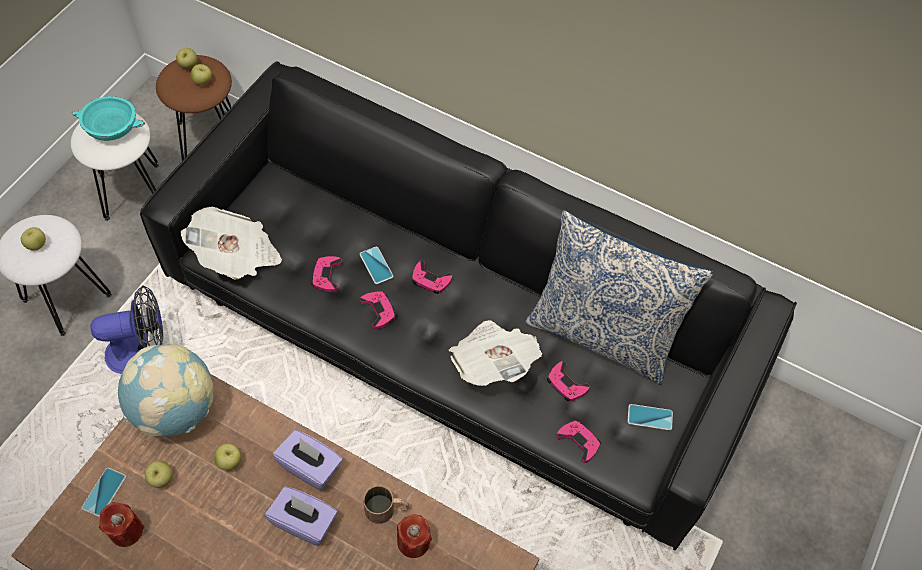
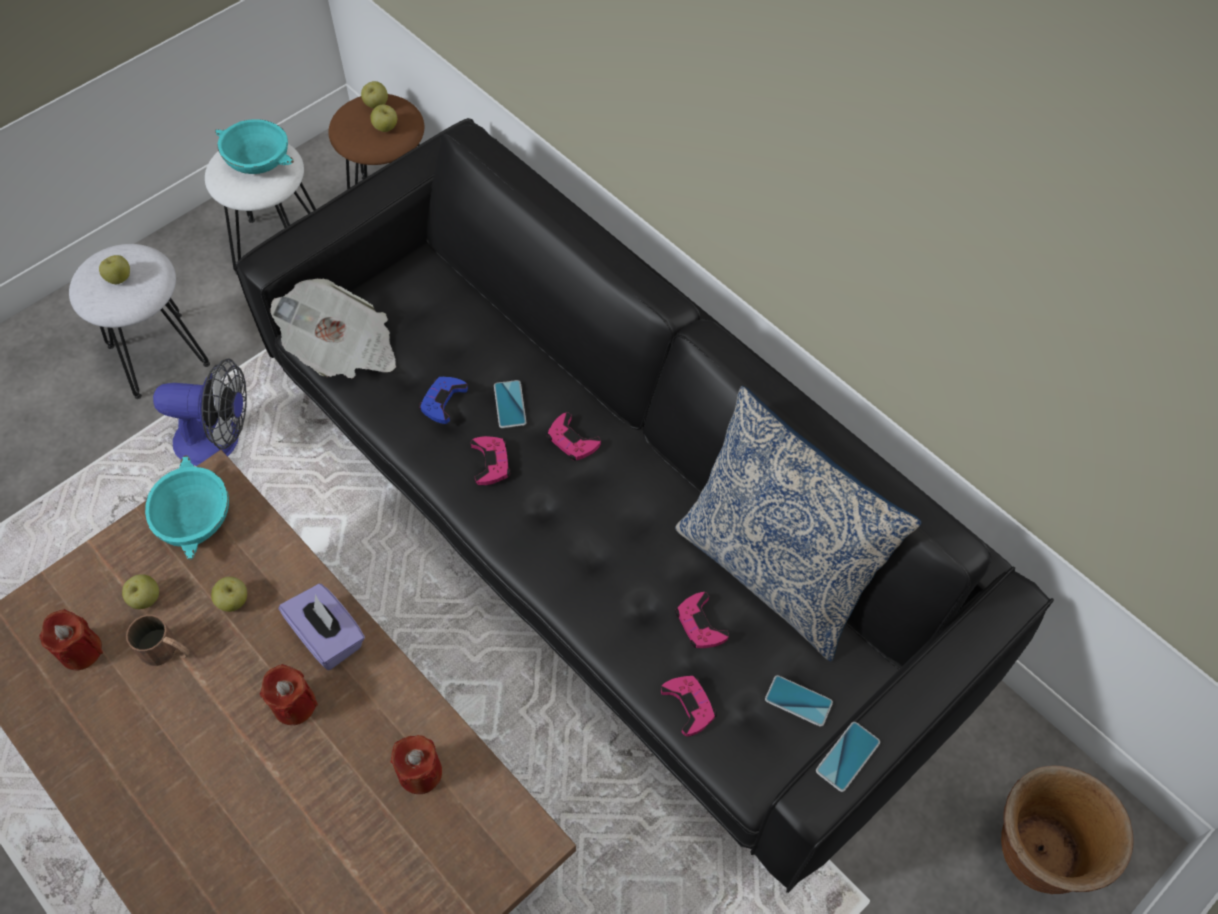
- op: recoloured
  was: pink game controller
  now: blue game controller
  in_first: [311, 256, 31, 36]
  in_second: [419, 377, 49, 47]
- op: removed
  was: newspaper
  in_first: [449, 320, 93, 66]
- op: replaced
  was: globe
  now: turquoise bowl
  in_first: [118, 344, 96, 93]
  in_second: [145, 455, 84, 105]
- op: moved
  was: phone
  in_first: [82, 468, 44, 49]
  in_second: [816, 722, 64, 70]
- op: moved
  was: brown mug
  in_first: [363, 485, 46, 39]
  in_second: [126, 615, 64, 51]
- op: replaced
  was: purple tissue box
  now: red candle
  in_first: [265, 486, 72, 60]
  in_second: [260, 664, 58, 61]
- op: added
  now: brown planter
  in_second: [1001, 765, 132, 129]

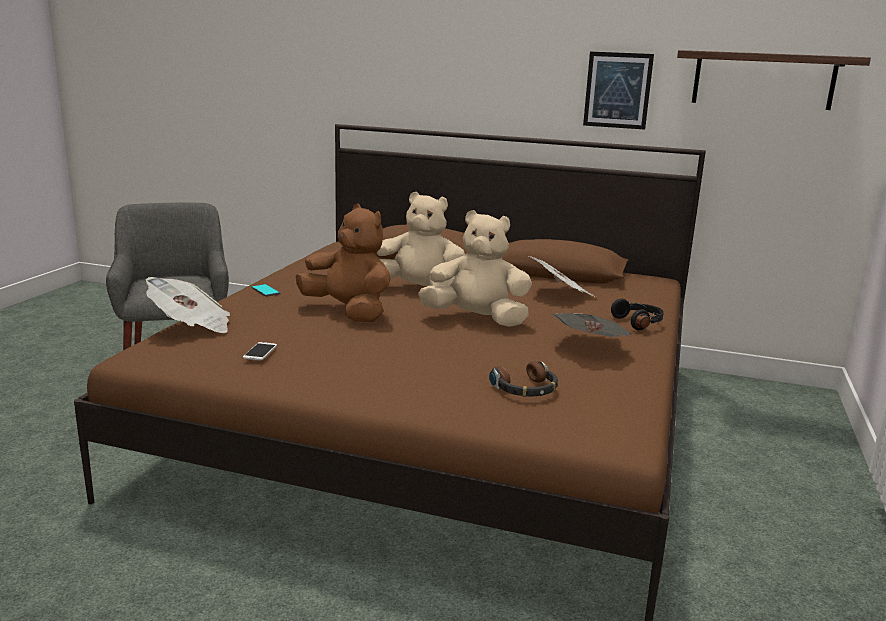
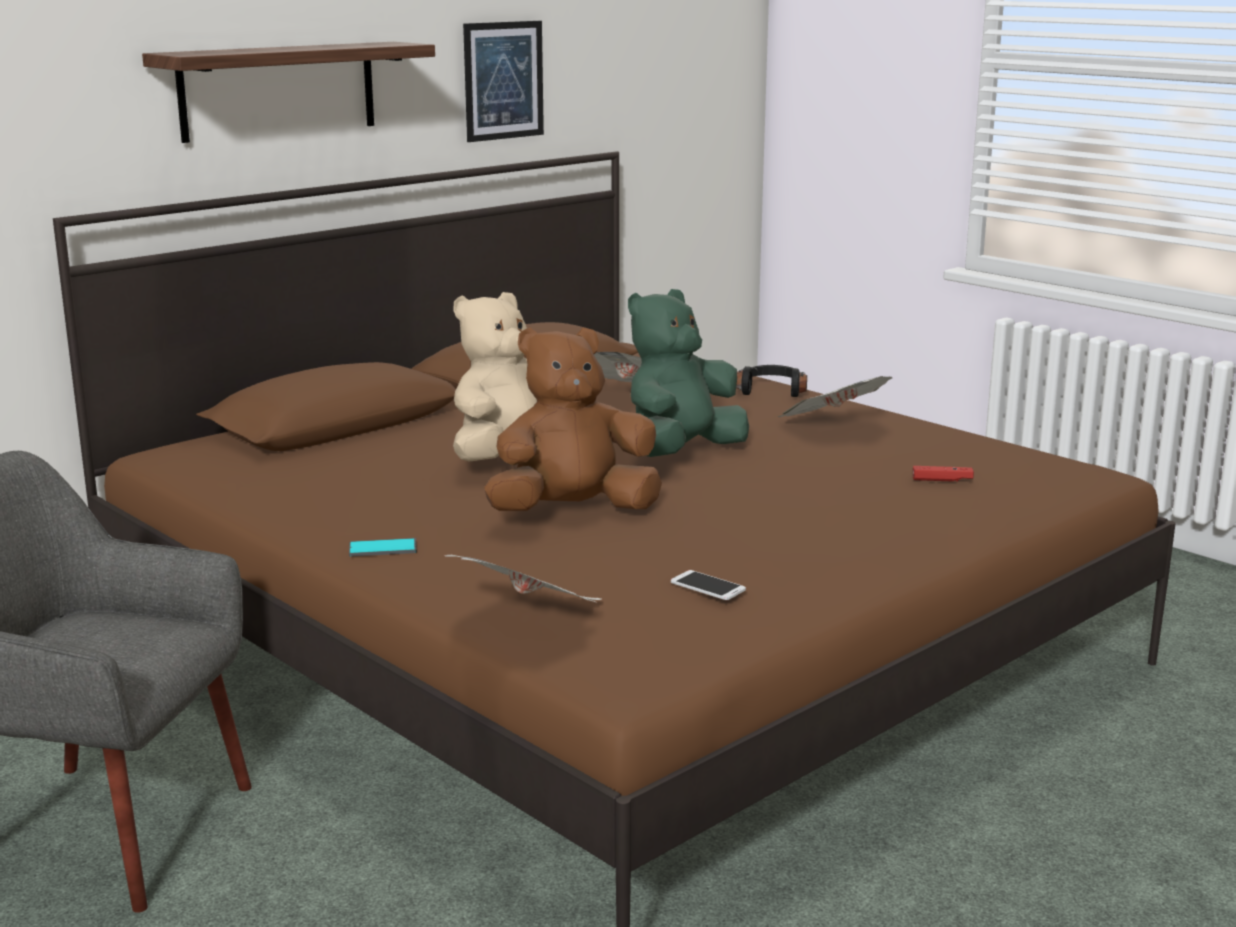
- op: moved
  was: shelf
  in_first: [677, 50, 194, 60]
  in_second: [142, 42, 293, 101]
- op: recoloured
  was: beige plush toy
  now: green plush toy
  in_first: [418, 210, 114, 117]
  in_second: [628, 289, 121, 168]
- op: replaced
  was: headphones
  now: red game controller
  in_first: [489, 361, 69, 36]
  in_second: [913, 466, 61, 16]

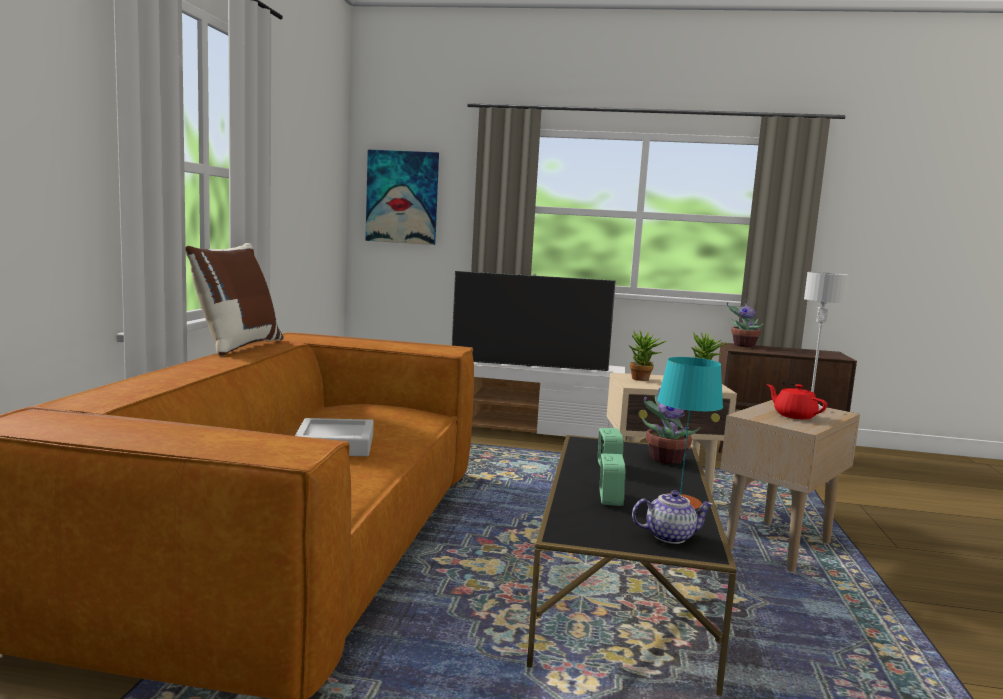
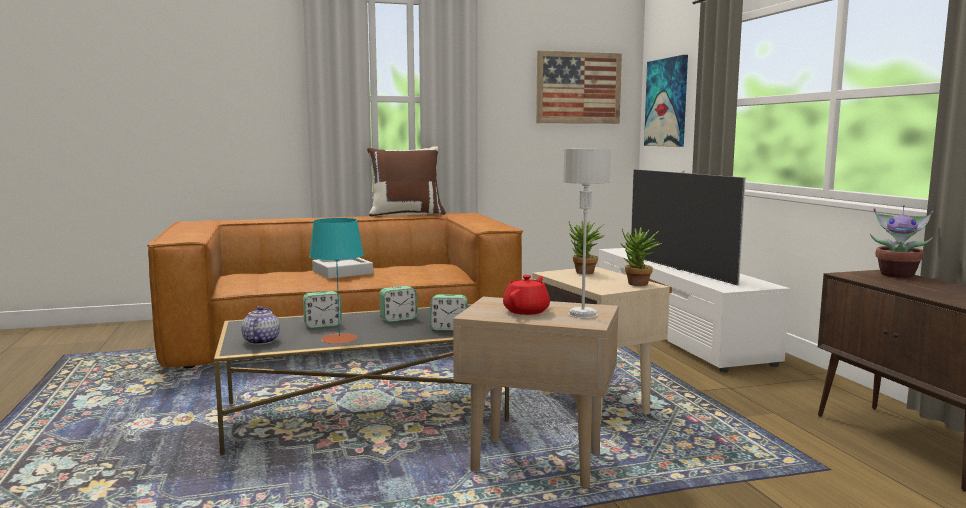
- op: replaced
  was: potted plant
  now: alarm clock
  in_first: [642, 388, 58, 77]
  in_second: [430, 295, 37, 36]
- op: turned
  was: teapot
  in_first: [632, 490, 82, 54]
  in_second: [241, 306, 39, 39]
  clockwise: -150
- op: added
  now: picture
  in_second: [536, 50, 86, 74]

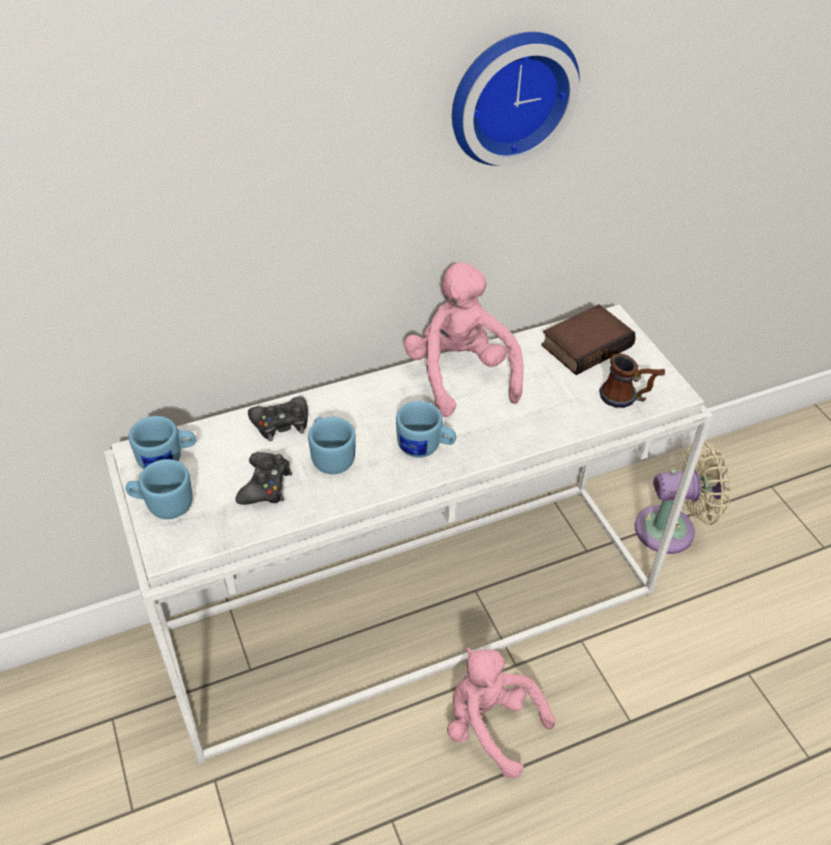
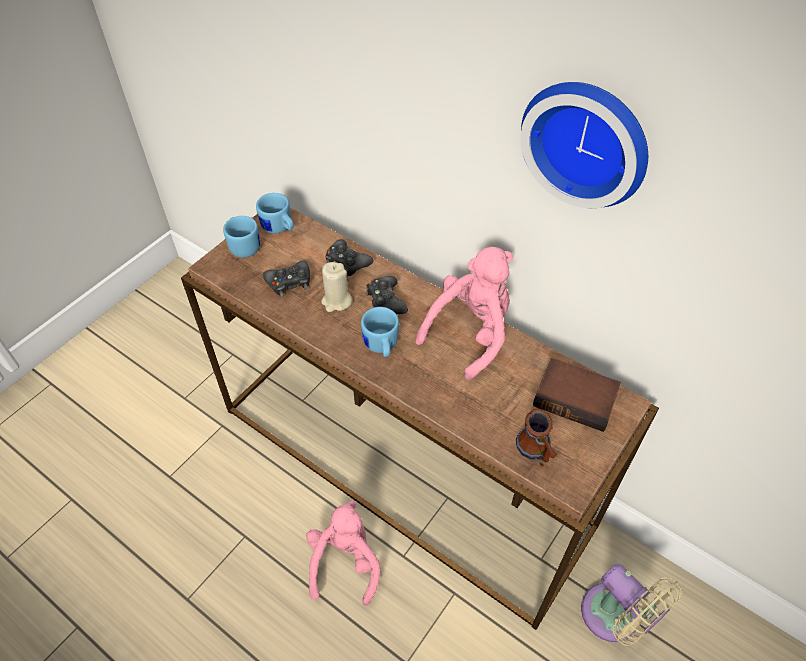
- op: recoloured
  was: white console table
  now: brown console table
  in_first: [104, 305, 609, 459]
  in_second: [181, 207, 478, 423]
- op: replaced
  was: blue mug
  now: beige candle
  in_first: [308, 417, 48, 57]
  in_second: [321, 262, 32, 50]
- op: added
  now: black game controller
  in_second: [366, 276, 42, 38]

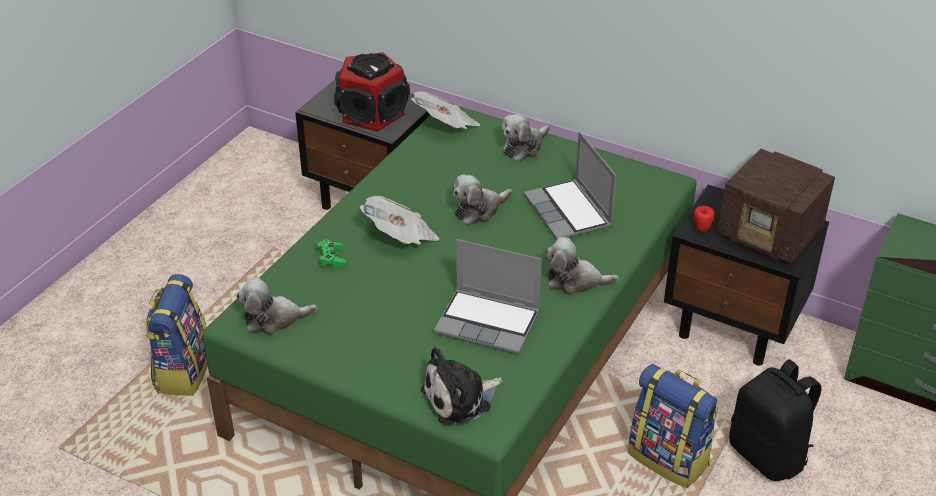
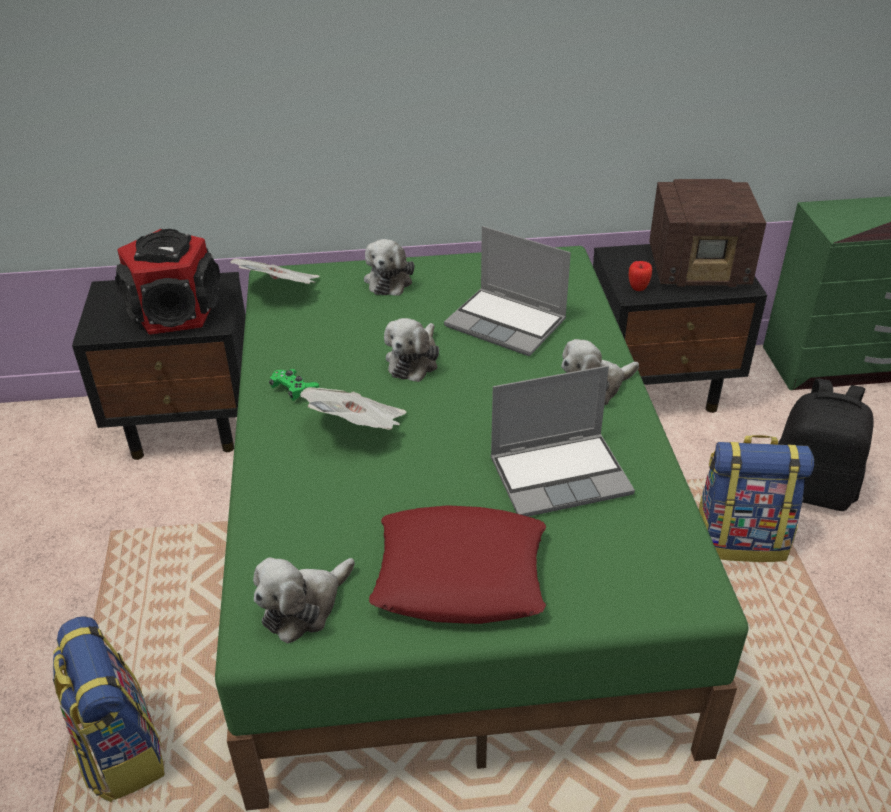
- op: moved
  was: green game controller
  in_first: [316, 239, 31, 29]
  in_second: [269, 369, 50, 32]
- op: removed
  was: plush toy
  in_first: [421, 347, 81, 79]
- op: added
  now: red pillow
  in_second: [369, 505, 177, 119]

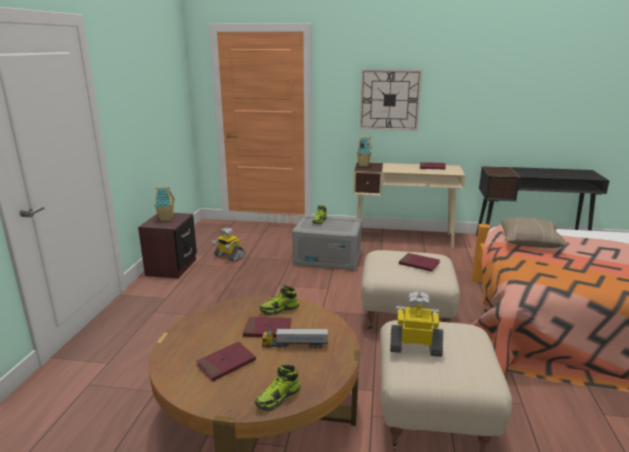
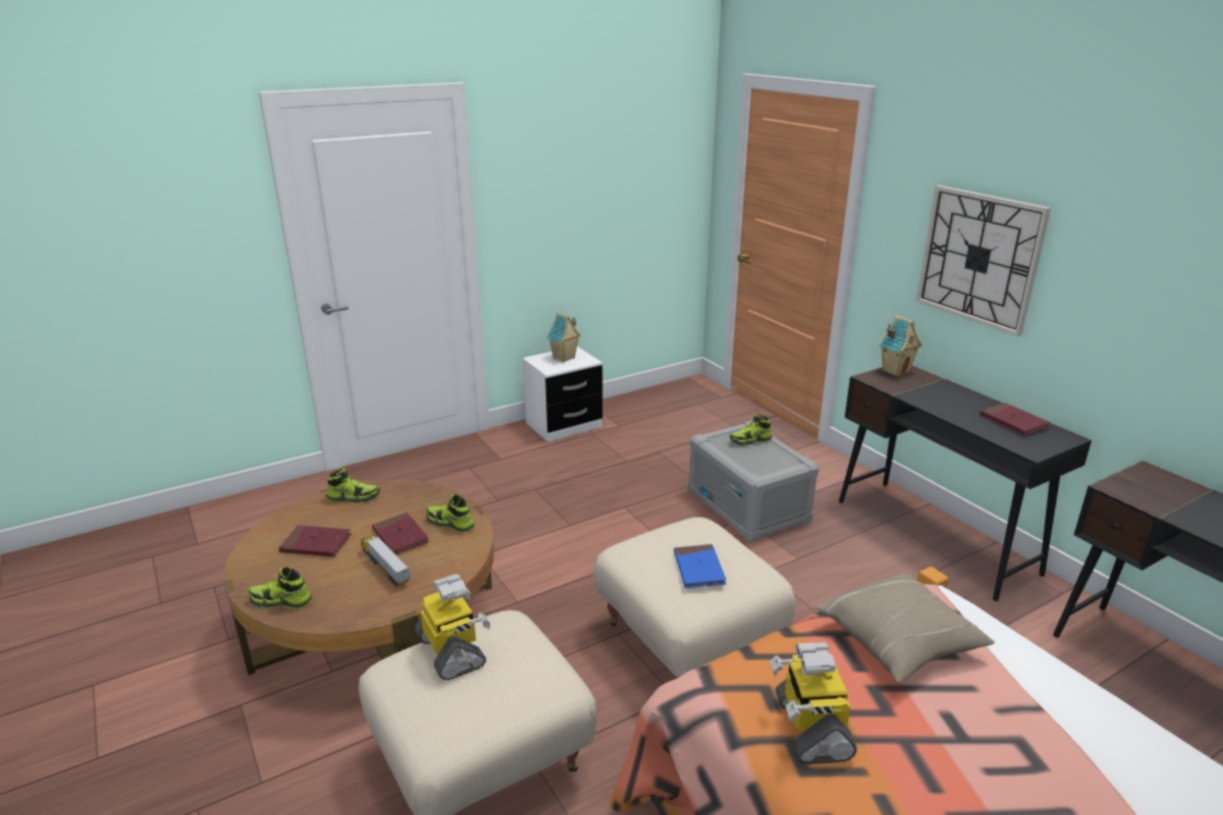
- op: recoloured
  was: beige desk
  now: black desk
  in_first: [353, 162, 112, 86]
  in_second: [839, 365, 253, 236]
- op: recoloured
  was: brown nightstand
  now: white nightstand
  in_first: [138, 213, 59, 65]
  in_second: [522, 346, 81, 96]
- op: moved
  was: toy robot
  in_first: [212, 228, 33, 34]
  in_second: [770, 642, 87, 122]
- op: recoloured
  was: red book
  now: blue book
  in_first: [399, 253, 41, 19]
  in_second: [674, 544, 52, 44]
- op: added
  now: shoe
  in_second: [327, 468, 53, 35]

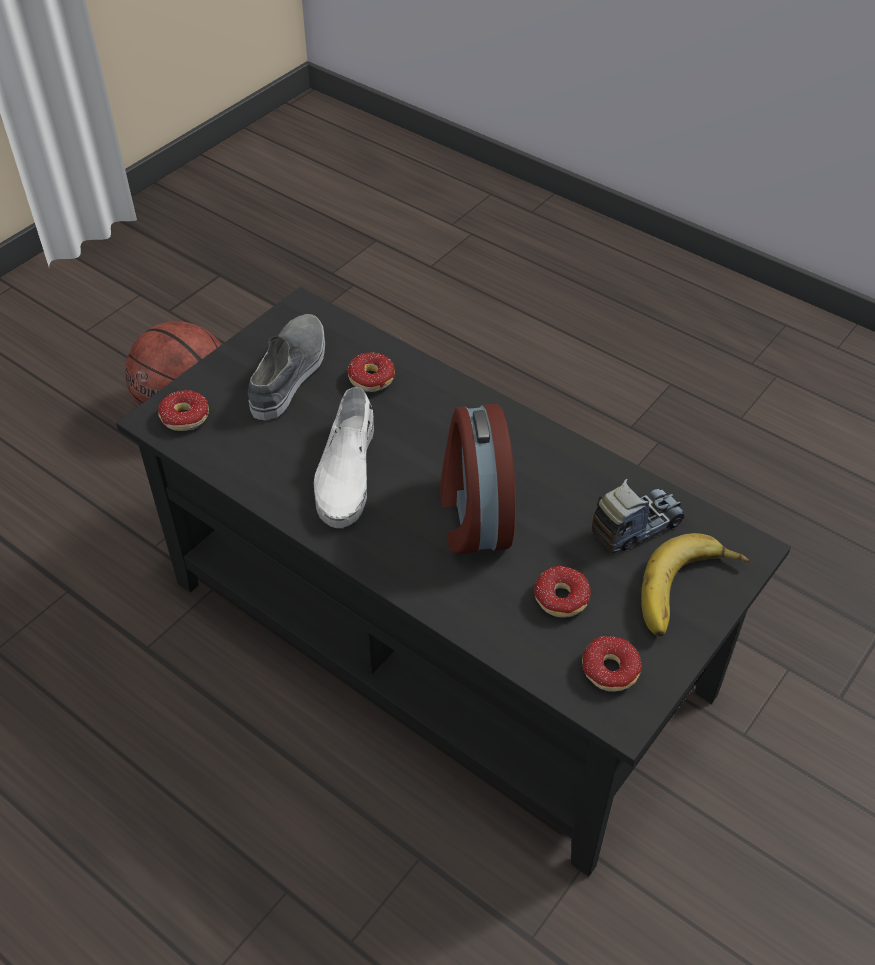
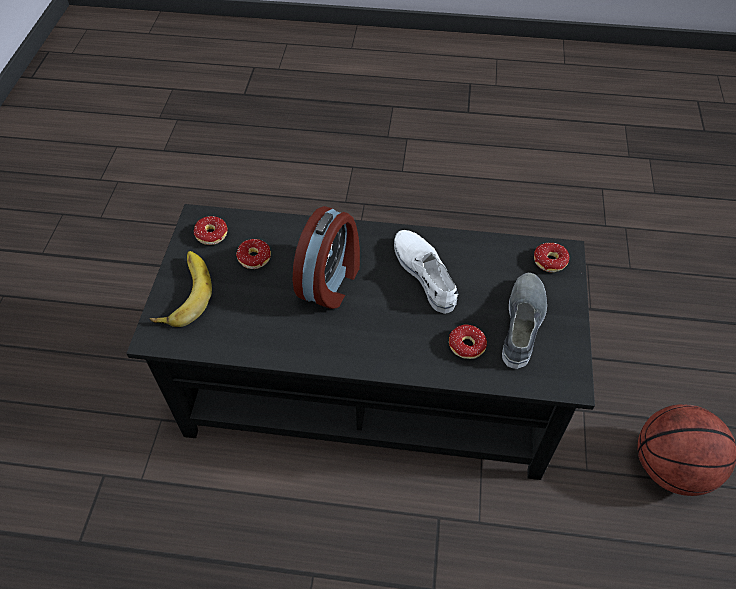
- op: turned
  was: grey shoe
  in_first: [248, 314, 77, 106]
  in_second: [502, 273, 45, 96]
  clockwise: -150
- op: turned
  was: alarm clock
  in_first: [439, 404, 77, 150]
  in_second: [293, 206, 67, 103]
  clockwise: 60
- op: removed
  was: toy truck
  in_first: [591, 479, 93, 74]

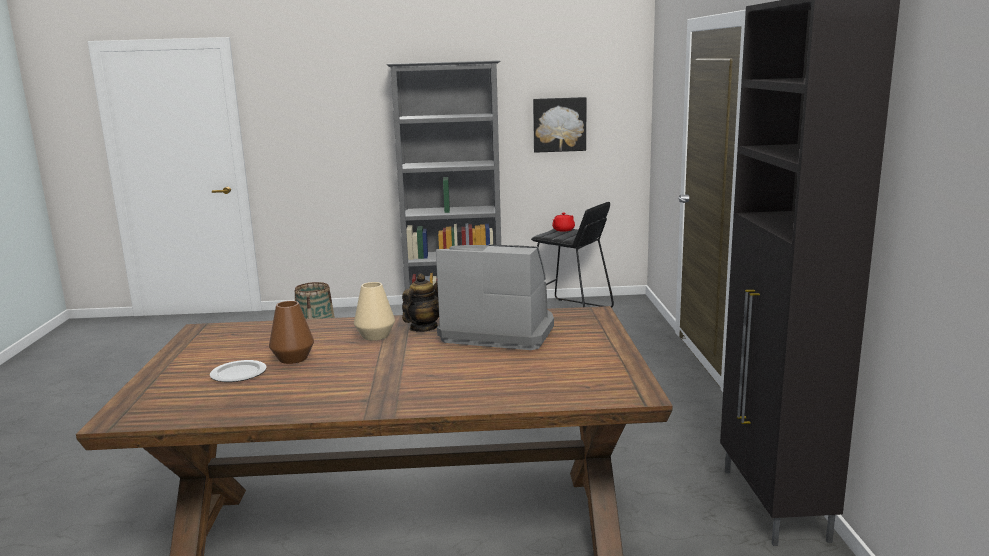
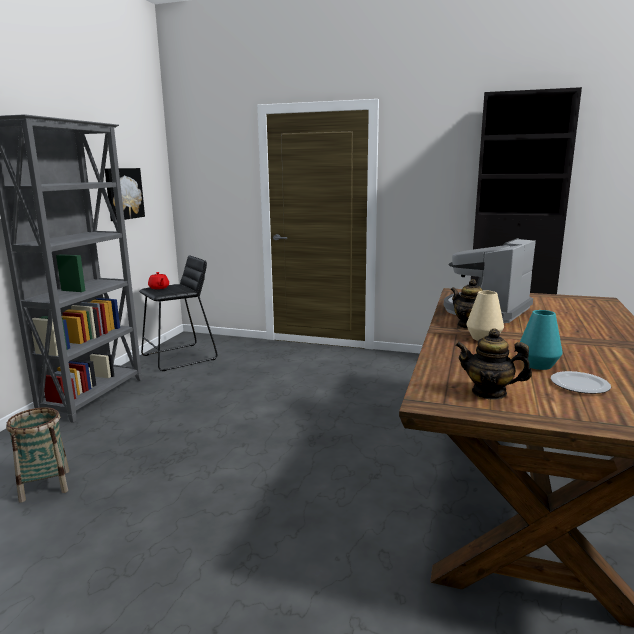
- op: recoloured
  was: brown vase
  now: turquoise vase
  in_first: [269, 301, 45, 63]
  in_second: [520, 310, 43, 60]
- op: added
  now: teapot
  in_second: [455, 329, 77, 71]

